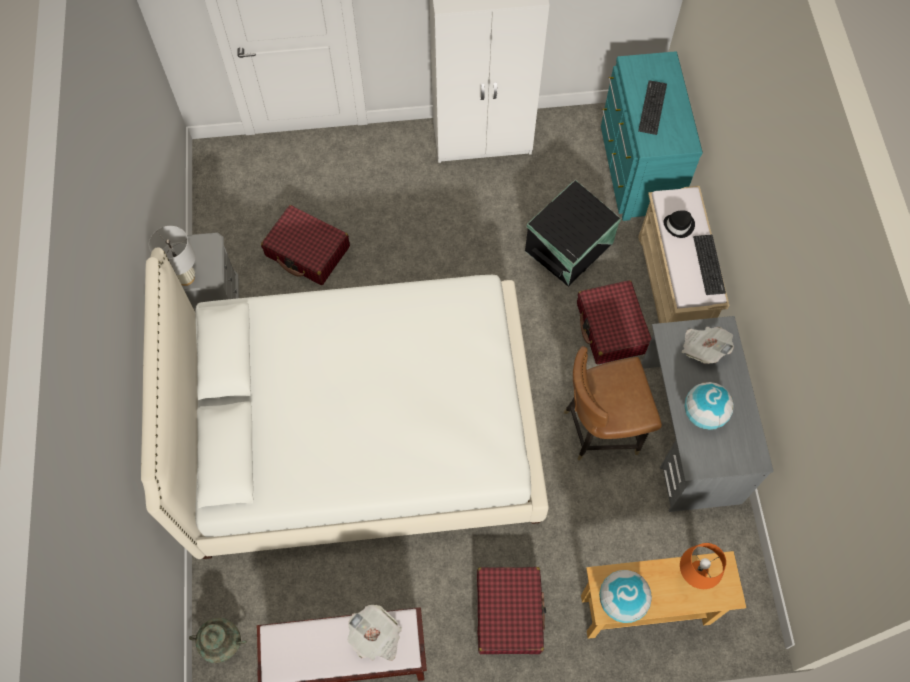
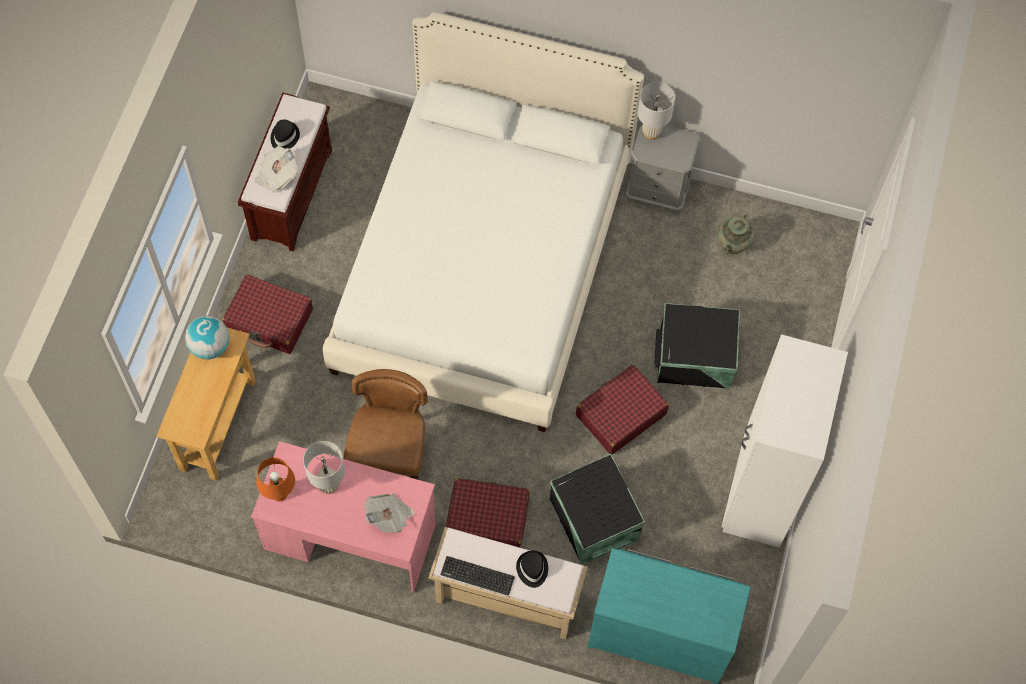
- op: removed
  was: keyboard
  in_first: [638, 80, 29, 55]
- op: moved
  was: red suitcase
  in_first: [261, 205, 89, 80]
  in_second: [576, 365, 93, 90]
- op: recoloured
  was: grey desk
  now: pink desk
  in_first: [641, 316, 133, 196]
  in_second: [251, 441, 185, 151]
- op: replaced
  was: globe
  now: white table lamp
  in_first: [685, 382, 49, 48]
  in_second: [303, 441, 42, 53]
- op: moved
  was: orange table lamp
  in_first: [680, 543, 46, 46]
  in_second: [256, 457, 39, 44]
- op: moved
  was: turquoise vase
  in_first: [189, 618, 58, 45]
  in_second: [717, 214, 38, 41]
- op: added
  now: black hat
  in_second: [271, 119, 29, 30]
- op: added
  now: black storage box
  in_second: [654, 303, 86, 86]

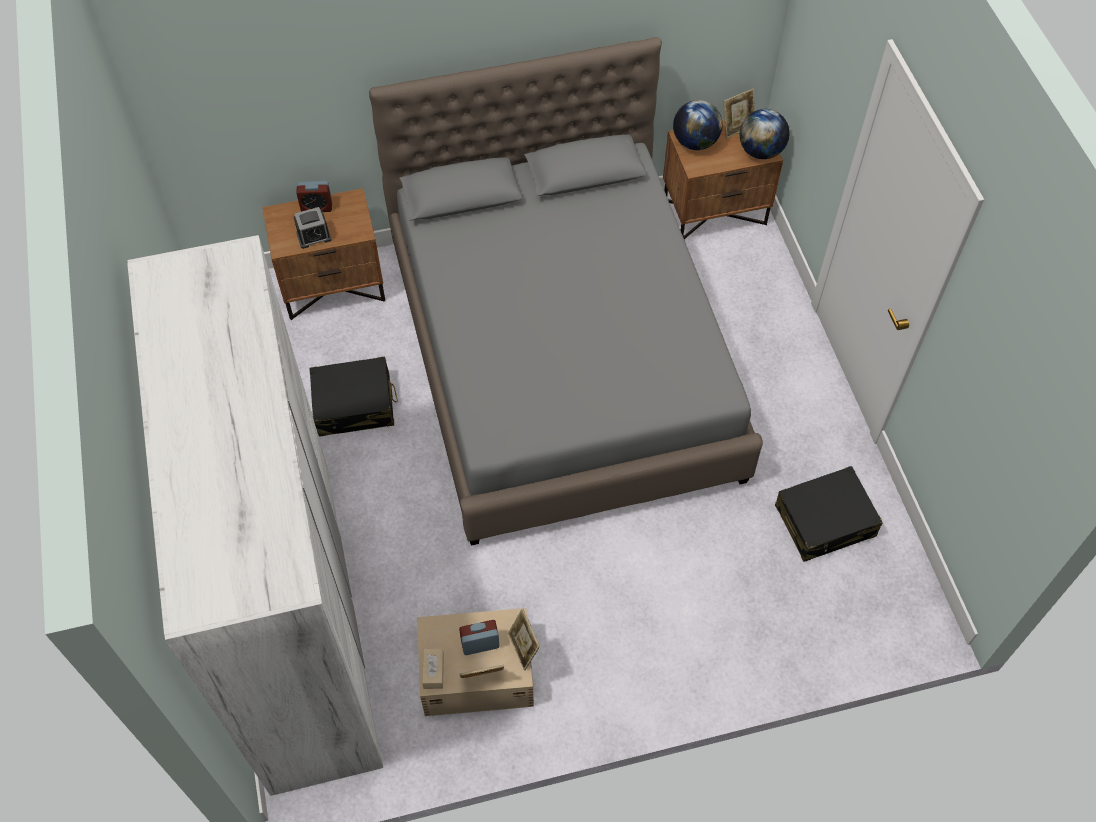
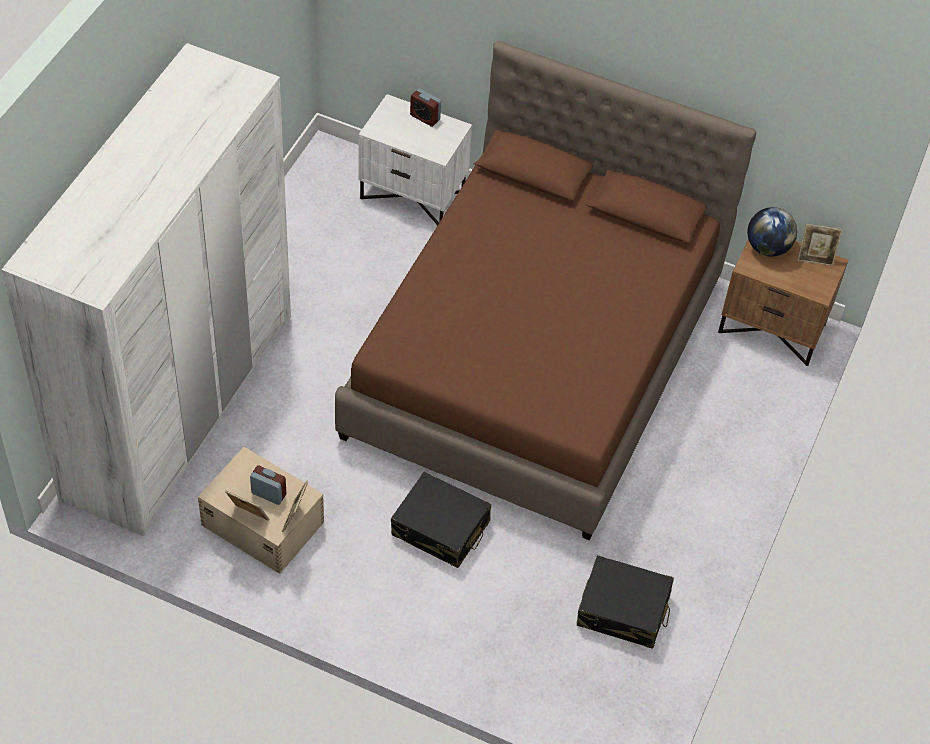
- op: recoloured
  was: grey bed
  now: brown bed
  in_first: [369, 37, 394, 509]
  in_second: [335, 41, 421, 499]
- op: removed
  was: globe
  in_first: [740, 109, 50, 50]
- op: recoloured
  was: brown nightstand
  now: white nightstand
  in_first: [262, 188, 123, 132]
  in_second: [359, 94, 113, 132]
- op: removed
  was: alarm clock
  in_first: [294, 207, 38, 42]
- op: moved
  was: black suitcase
  in_first: [310, 356, 88, 81]
  in_second: [391, 472, 100, 96]
- op: removed
  was: beige tissue box
  in_first: [422, 648, 22, 41]

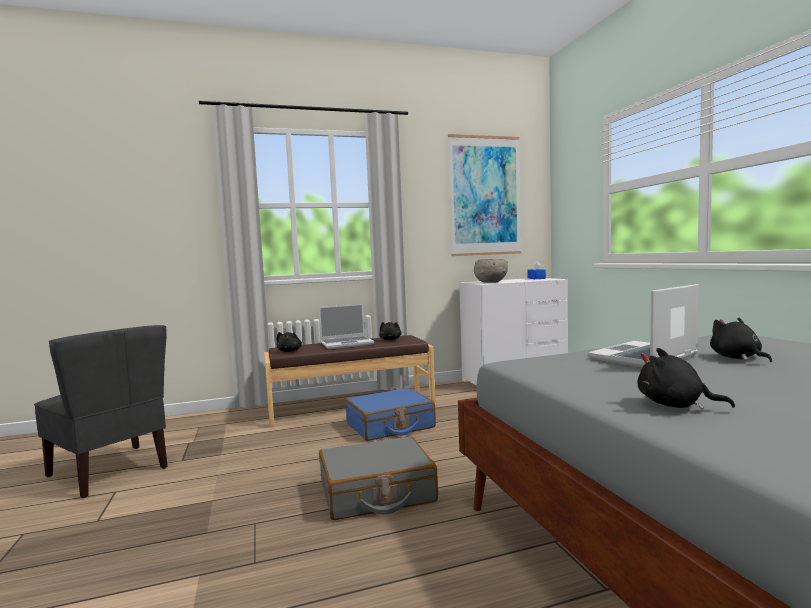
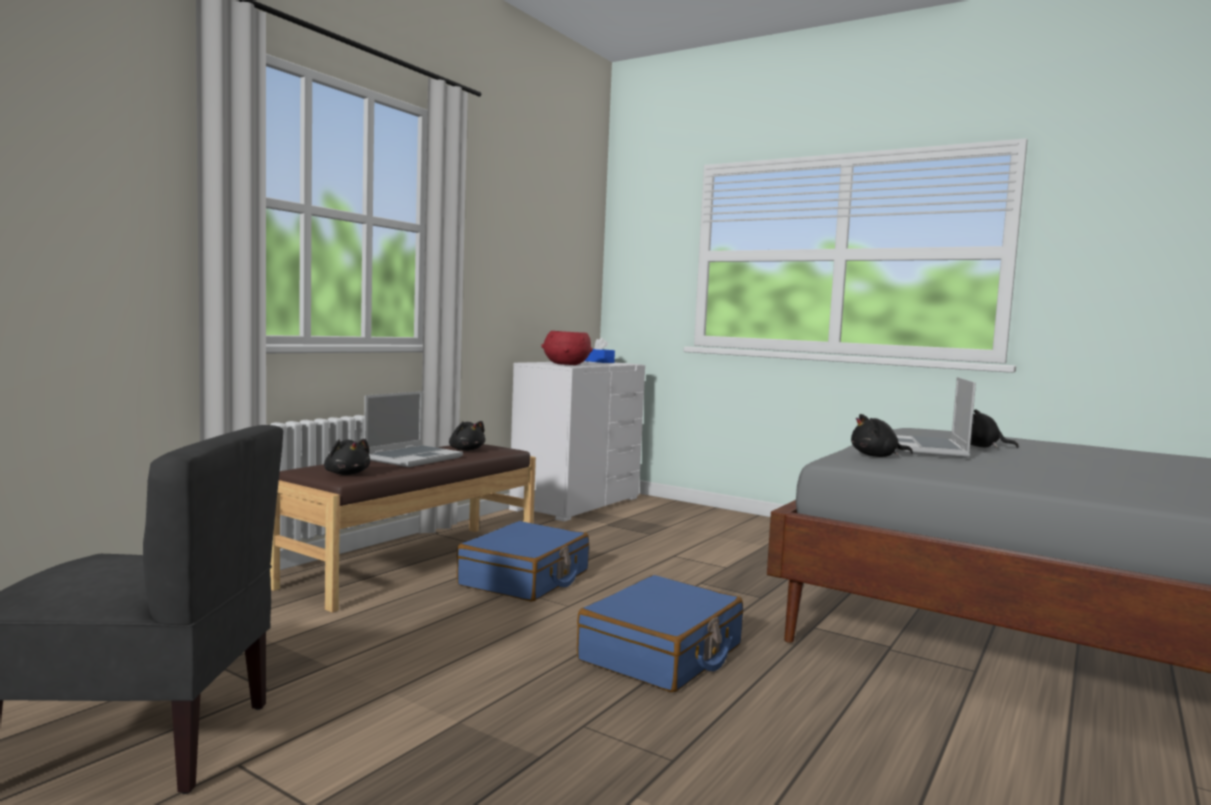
- op: removed
  was: picture
  in_first: [448, 134, 73, 122]
- op: recoloured
  was: grey bowl
  now: red bowl
  in_first: [474, 259, 34, 24]
  in_second: [541, 331, 52, 34]
- op: moved
  was: black plush toy
  in_first: [637, 348, 98, 62]
  in_second: [851, 414, 62, 43]
- op: recoloured
  was: grey suitcase
  now: blue suitcase
  in_first: [319, 436, 119, 84]
  in_second: [577, 575, 166, 117]

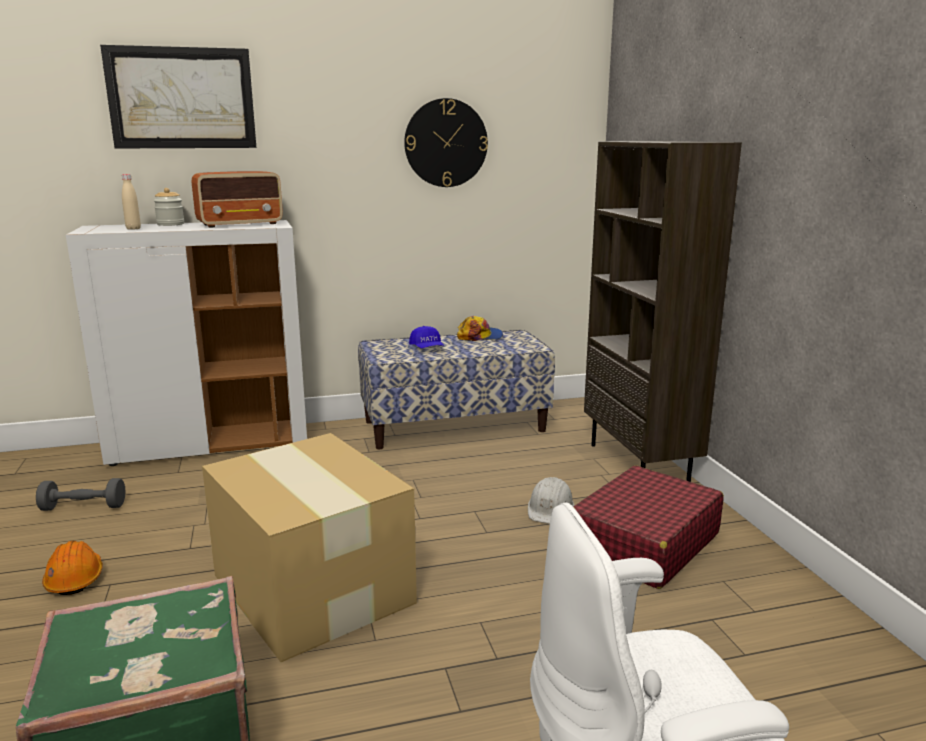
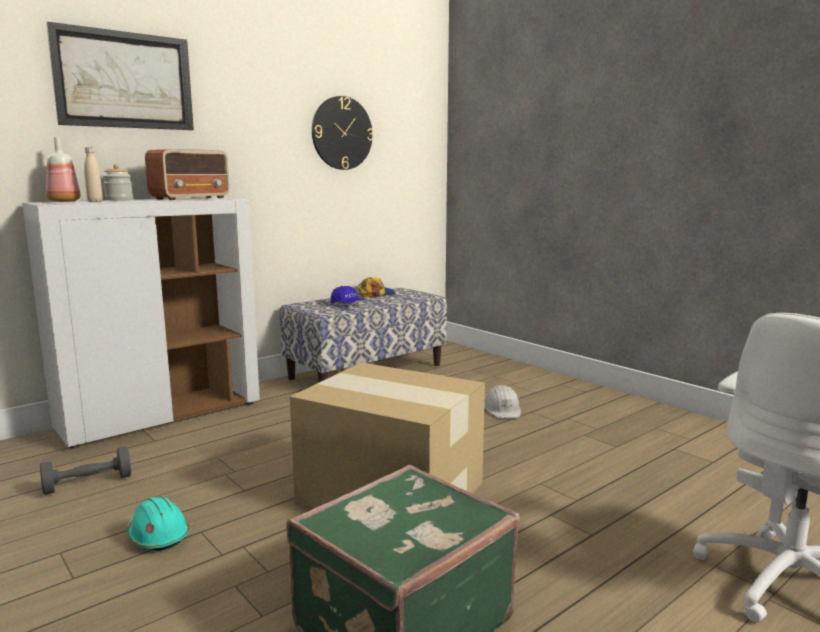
- op: removed
  was: brown bookcase
  in_first: [584, 141, 158, 341]
- op: removed
  was: red suitcase
  in_first: [574, 466, 150, 123]
- op: recoloured
  was: orange hard hat
  now: turquoise hard hat
  in_first: [42, 541, 61, 54]
  in_second: [127, 496, 62, 55]
- op: added
  now: bottle
  in_second: [46, 137, 35, 65]

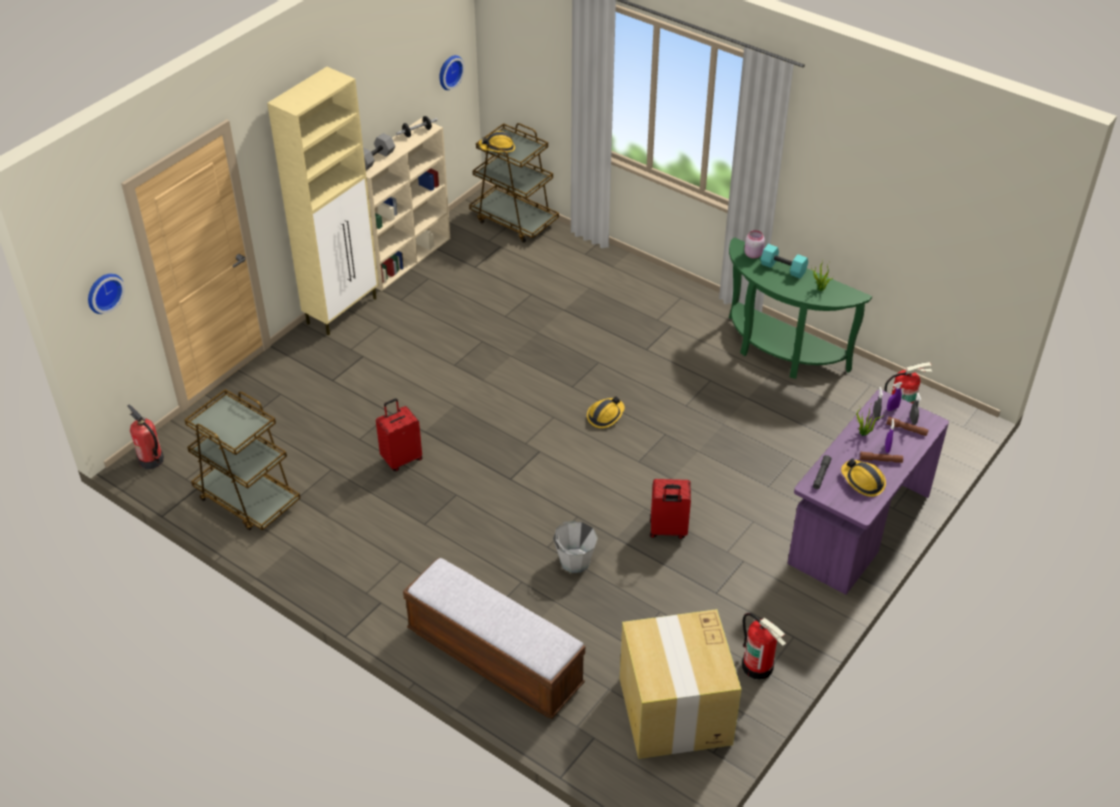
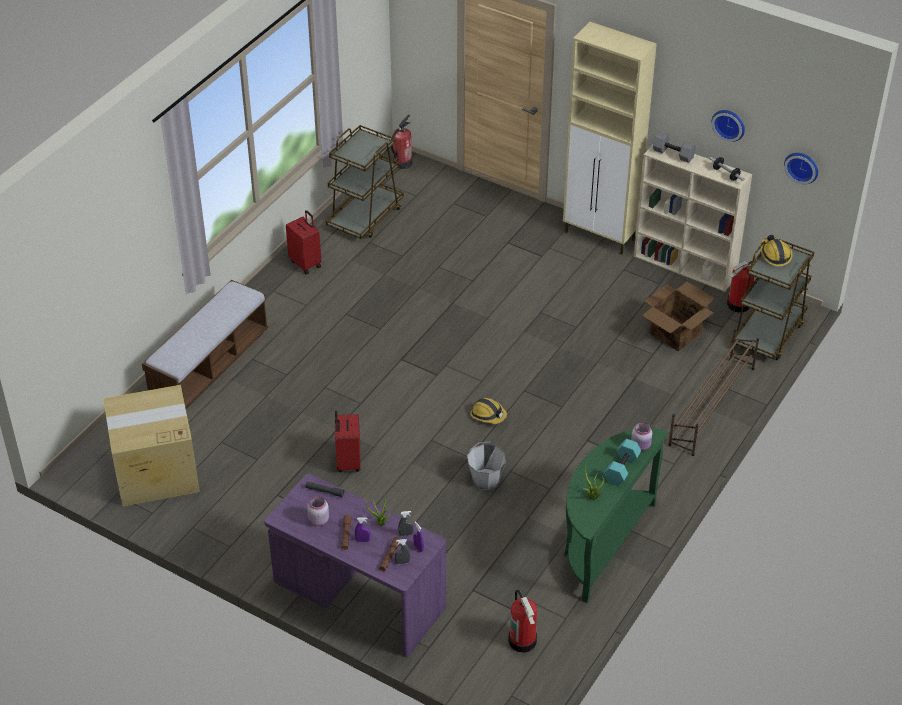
- op: moved
  was: wall clock
  in_first: [88, 273, 37, 41]
  in_second: [712, 110, 33, 32]
- op: moved
  was: red suitcase
  in_first: [376, 398, 46, 73]
  in_second: [286, 210, 35, 64]
- op: replaced
  was: hard hat
  now: pink jar
  in_first: [841, 458, 45, 39]
  in_second: [307, 496, 22, 30]
- op: moved
  was: grey bucket
  in_first: [553, 521, 45, 52]
  in_second: [467, 441, 39, 49]
- op: moved
  was: fire extinguisher
  in_first: [742, 613, 44, 67]
  in_second: [727, 261, 27, 51]
- op: added
  now: cardboard box
  in_second: [642, 282, 74, 69]
- op: added
  now: brown shoe rack
  in_second: [668, 329, 91, 127]

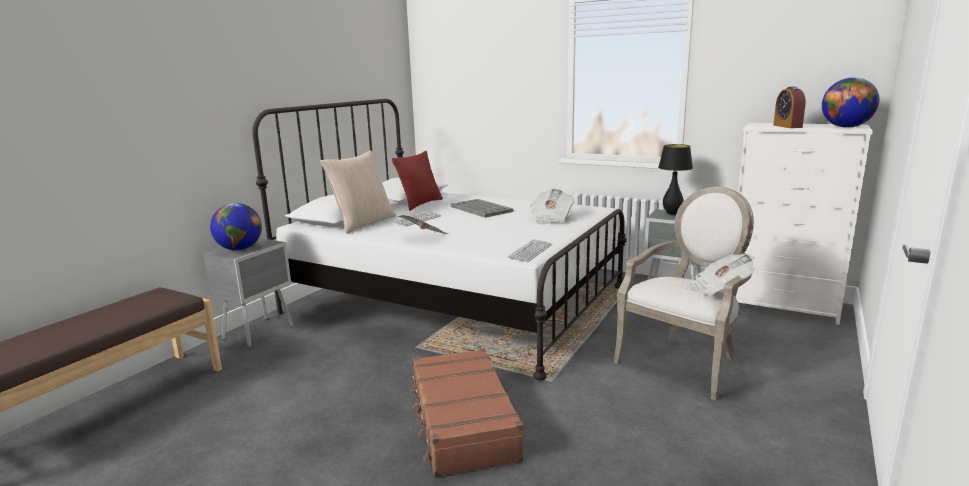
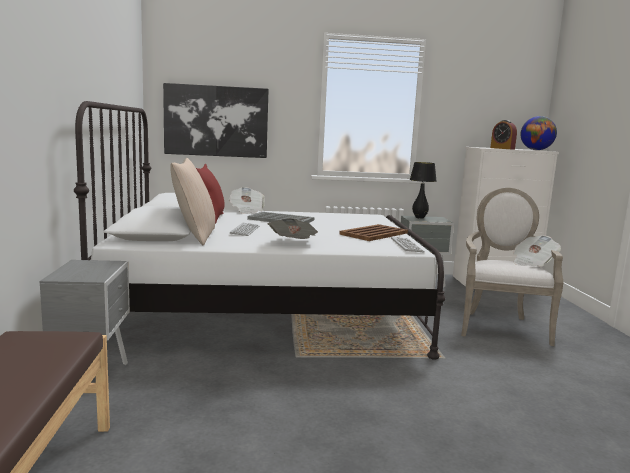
- op: moved
  was: newspaper
  in_first: [530, 189, 45, 35]
  in_second: [229, 187, 36, 27]
- op: removed
  was: globe
  in_first: [210, 203, 52, 48]
- op: removed
  was: brown suitcase
  in_first: [410, 349, 113, 128]
- op: added
  now: picture
  in_second: [163, 83, 106, 75]
- op: added
  now: brown tray
  in_second: [339, 224, 69, 17]

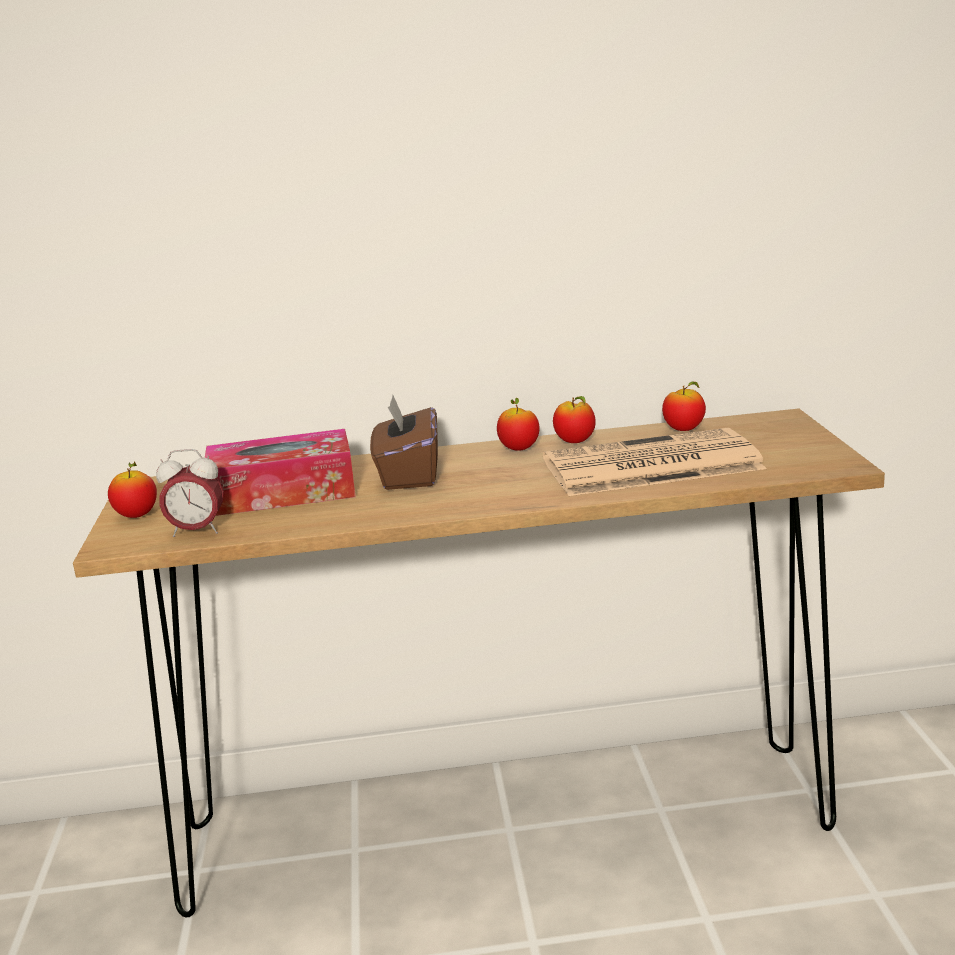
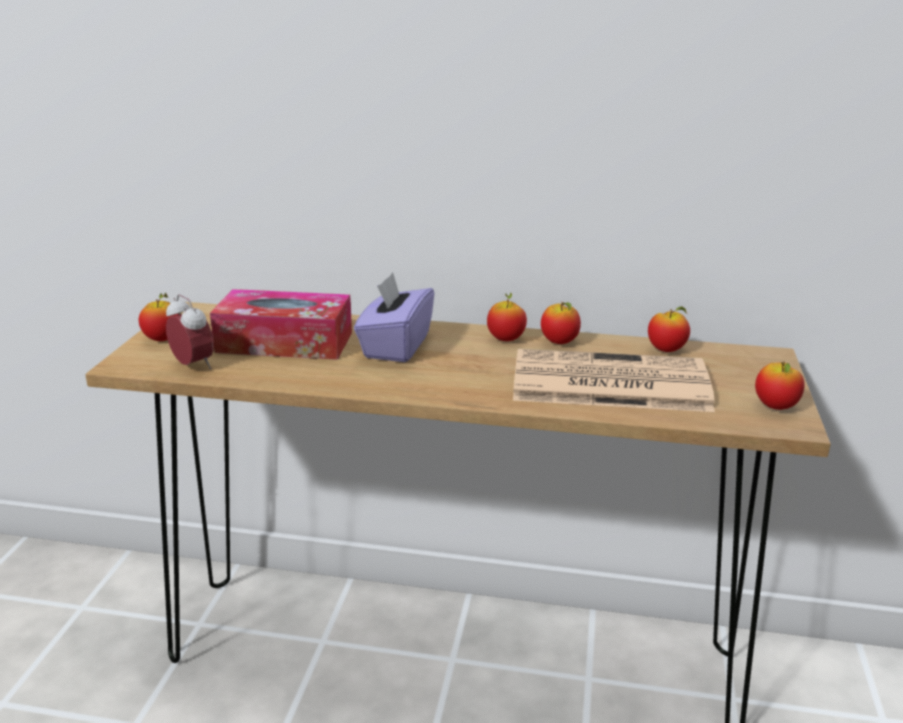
- op: recoloured
  was: brown tissue box
  now: purple tissue box
  in_first: [370, 395, 68, 95]
  in_second: [354, 272, 80, 90]
- op: turned
  was: alarm clock
  in_first: [156, 449, 68, 88]
  in_second: [166, 294, 48, 75]
  clockwise: -150
- op: added
  now: apple
  in_second: [755, 362, 50, 48]

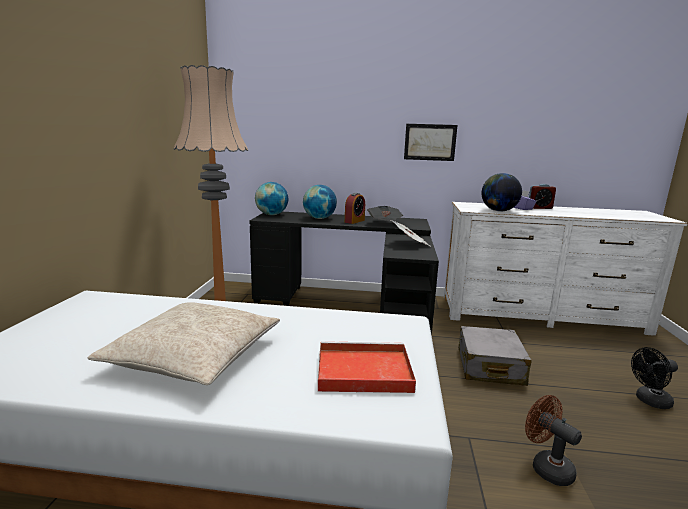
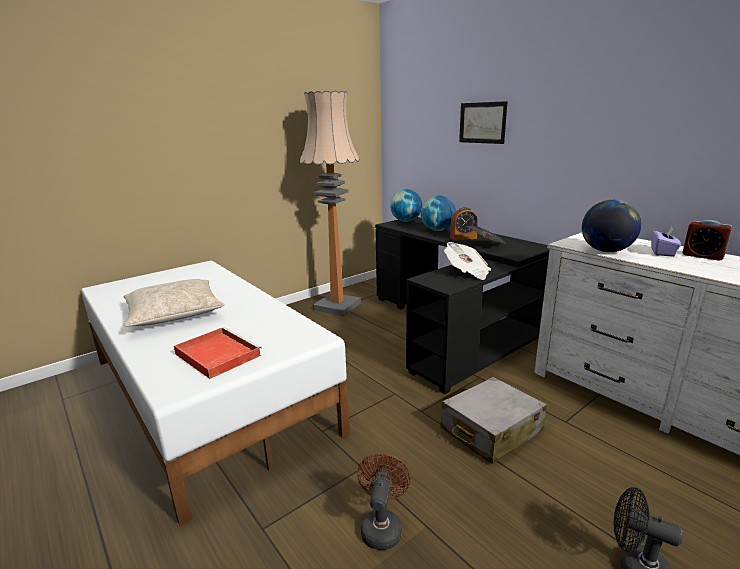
- op: moved
  was: picture
  in_first: [404, 124, 53, 37]
  in_second: [459, 101, 49, 43]

